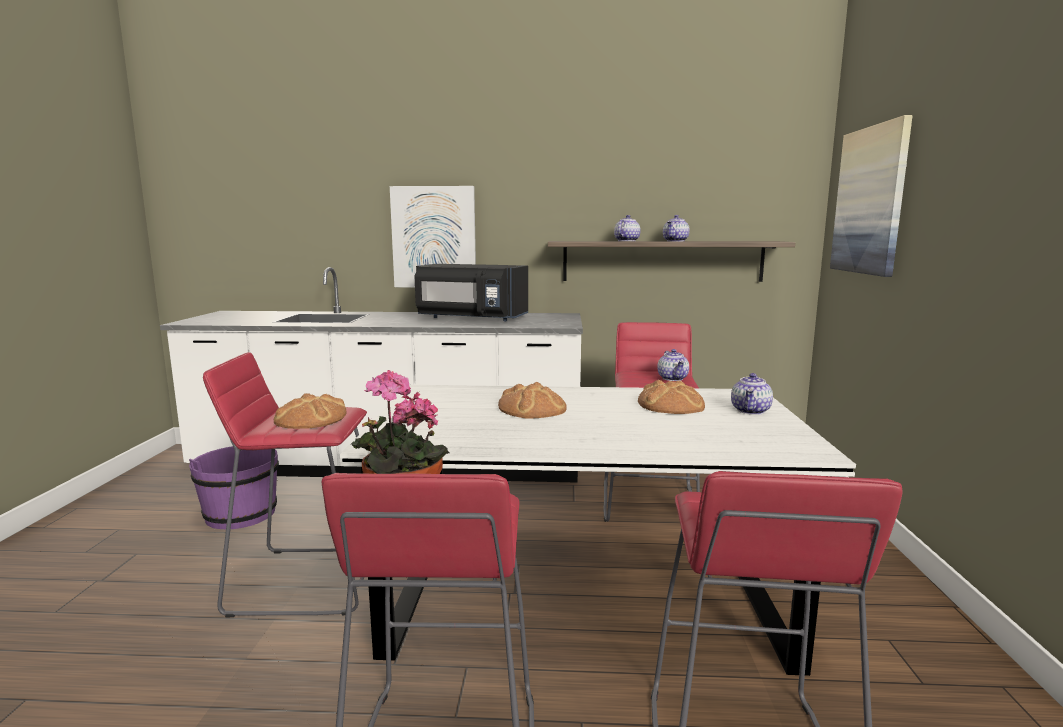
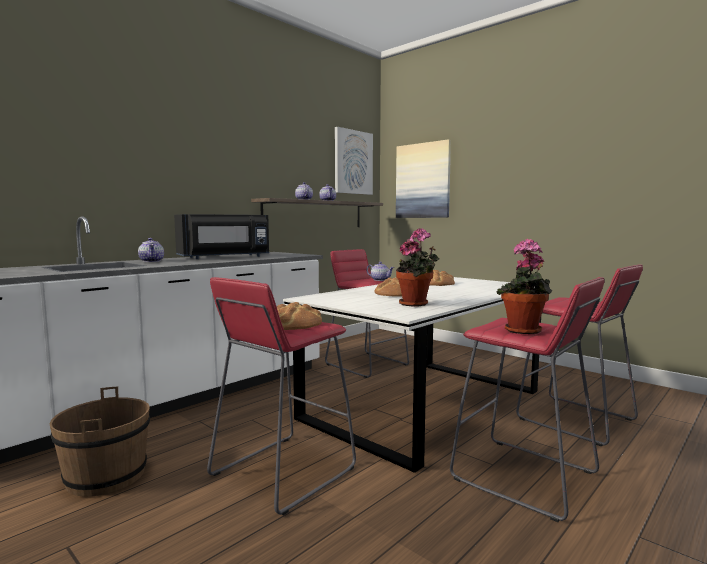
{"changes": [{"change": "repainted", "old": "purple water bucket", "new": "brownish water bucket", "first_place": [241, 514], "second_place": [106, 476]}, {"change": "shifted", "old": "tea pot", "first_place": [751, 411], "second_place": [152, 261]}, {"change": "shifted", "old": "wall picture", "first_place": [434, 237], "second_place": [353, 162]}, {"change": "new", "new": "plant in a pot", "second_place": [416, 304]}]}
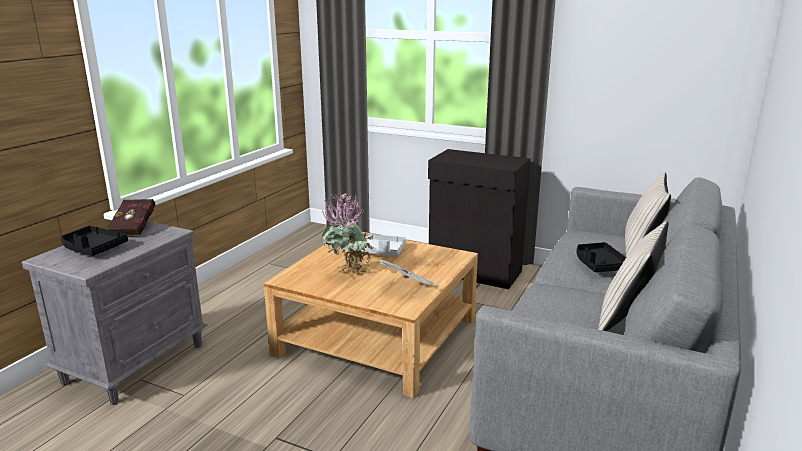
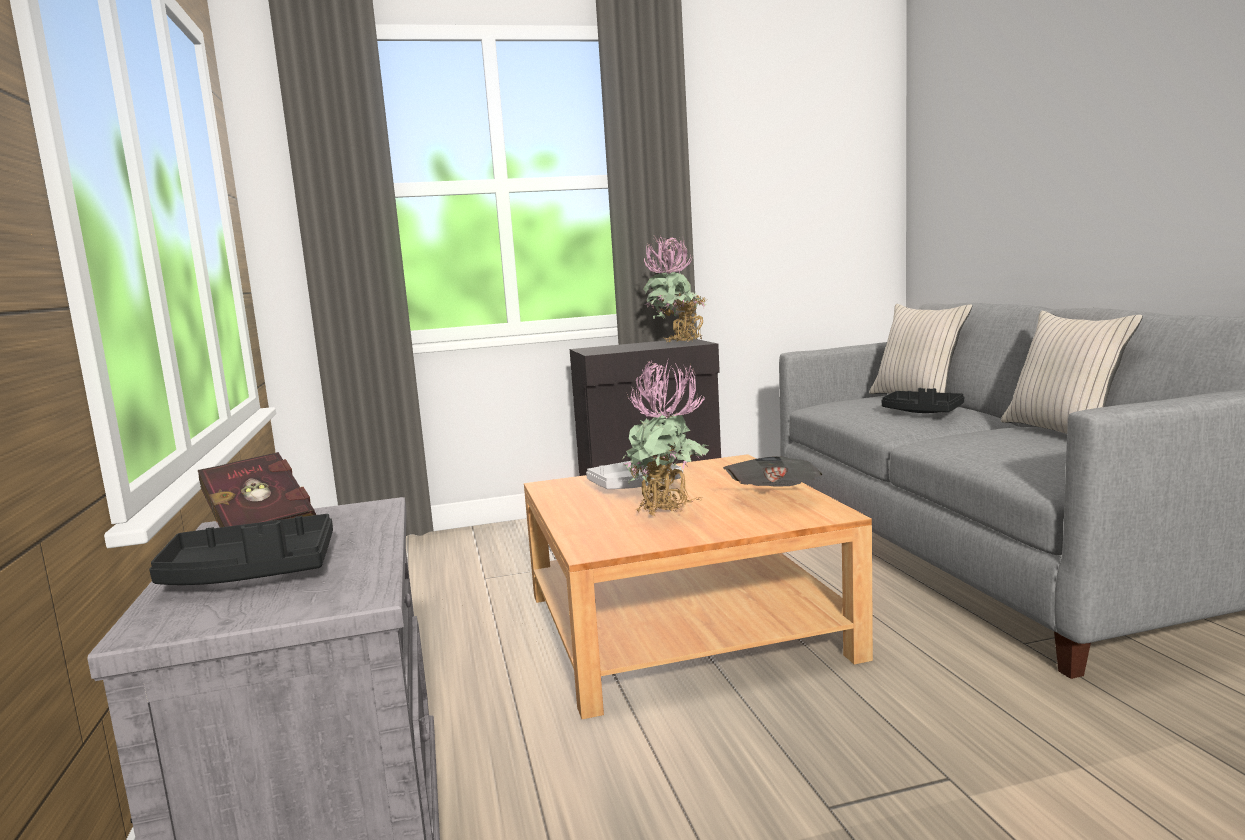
{"changes": [{"change": "new", "new": "plant in a pot", "second_place": [678, 343]}]}
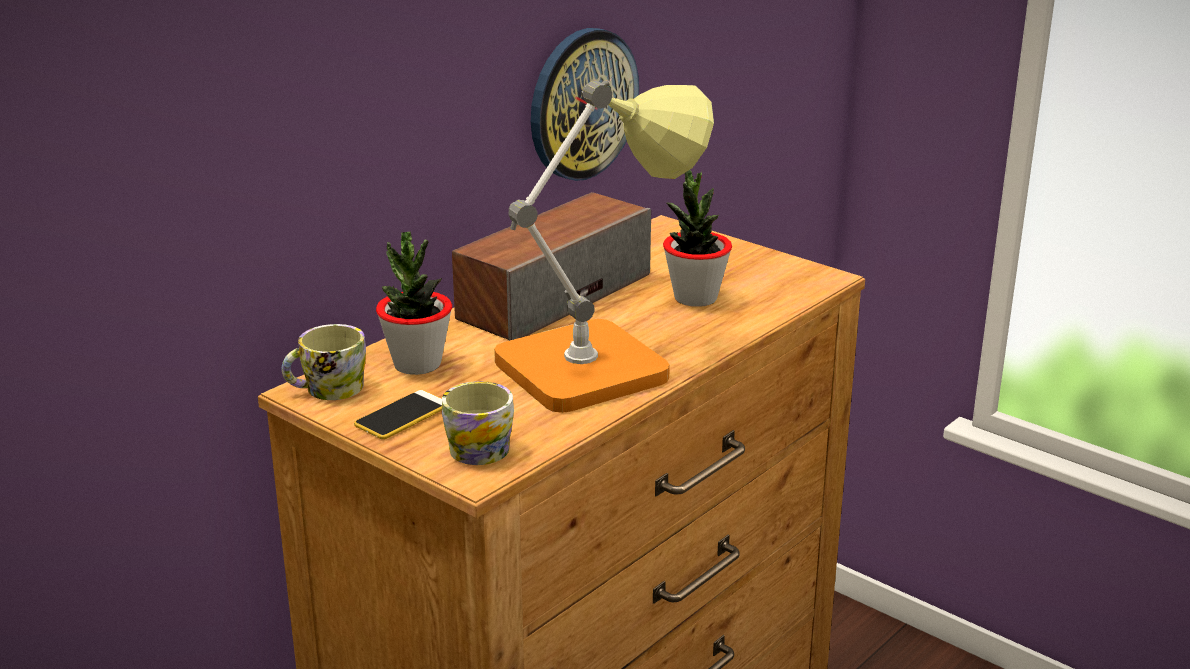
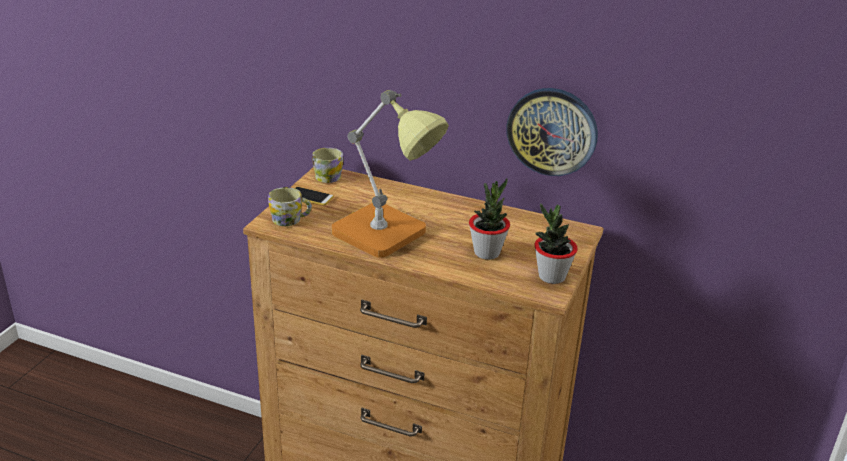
{"changes": [{"change": "shifted", "old": "plant in a pot", "first_place": [417, 364], "second_place": [551, 276]}, {"change": "gone", "old": "loudspeaker", "first_place": [554, 296]}]}
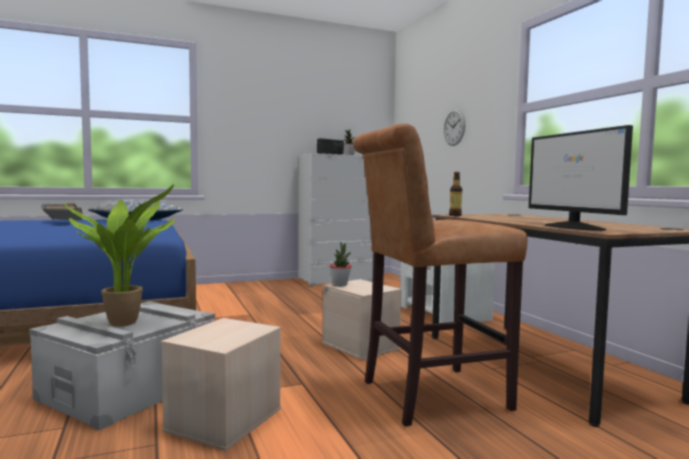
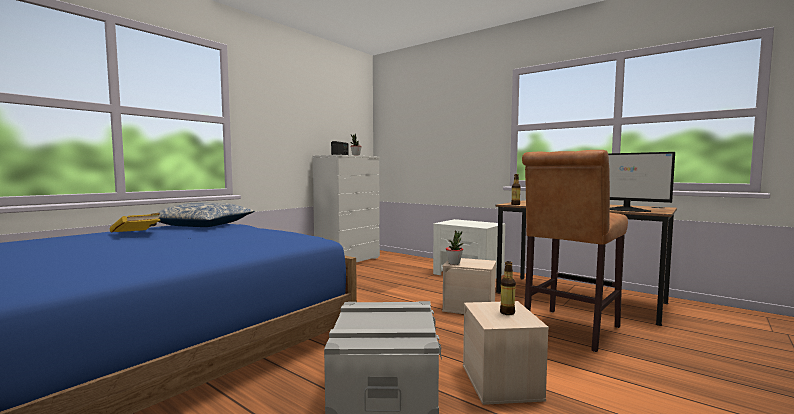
{"changes": [{"change": "repainted", "old": "gray bound book", "new": "yellowish bound book", "first_place": [65, 221], "second_place": [136, 233]}, {"change": "new", "new": "bottle", "second_place": [507, 313]}, {"change": "gone", "old": "plant in a pot", "first_place": [126, 322]}, {"change": "gone", "old": "wall clock", "first_place": [454, 127]}]}
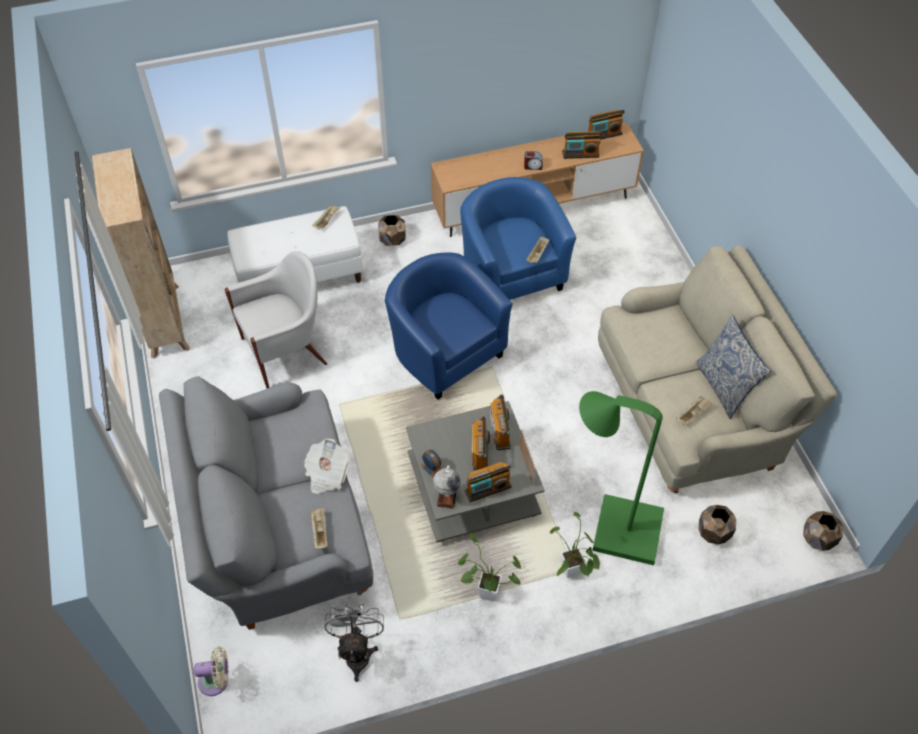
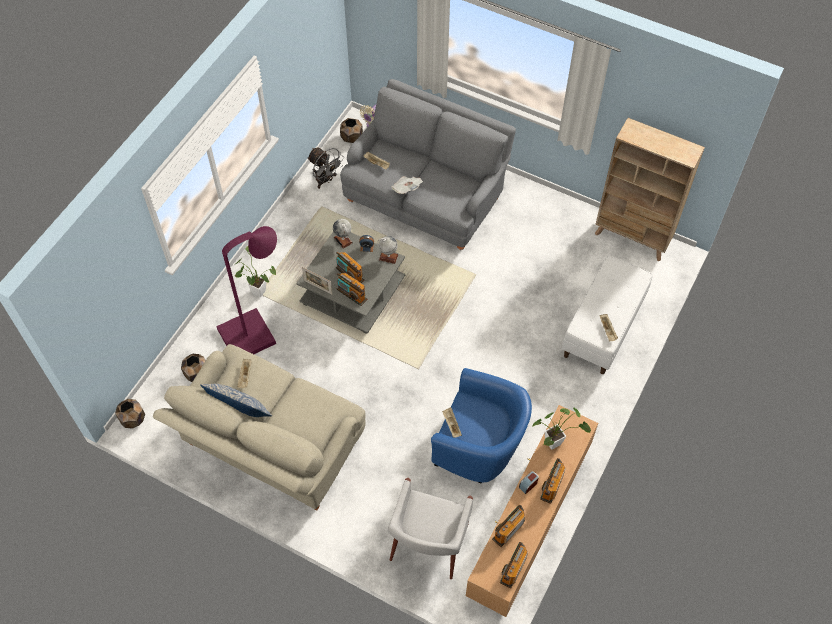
{"changes": [{"change": "repainted", "old": "greenish standing lamp", "new": "purple standing lamp", "first_place": [615, 528], "second_place": [254, 332]}, {"change": "shifted", "old": "brownish planter", "first_place": [393, 240], "second_place": [351, 138]}, {"change": "new", "new": "world globe", "second_place": [388, 257]}, {"change": "shifted", "old": "white-coloured armchair", "first_place": [286, 351], "second_place": [428, 544]}, {"change": "shifted", "old": "plant in a pot", "first_place": [484, 592], "second_place": [556, 441]}, {"change": "shifted", "old": "radio", "first_place": [488, 489], "second_place": [551, 486]}, {"change": "gone", "old": "blue-coloured armchair", "first_place": [445, 352]}]}
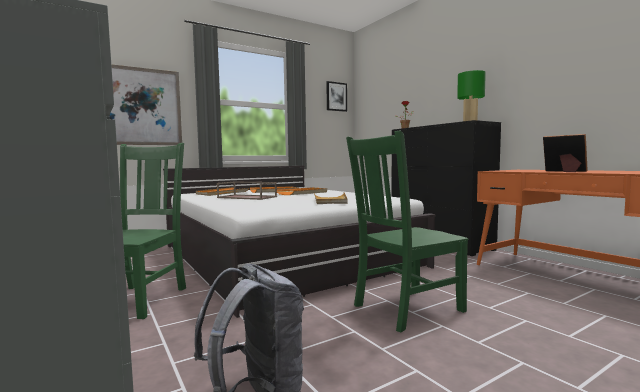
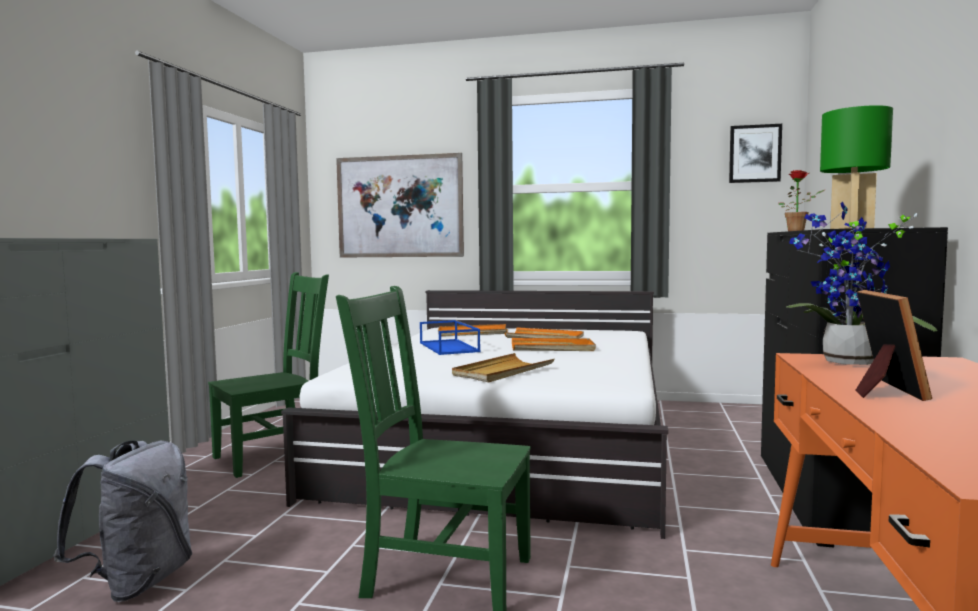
{"changes": [{"change": "repainted", "old": "brownish serving tray", "new": "blue-coloured serving tray", "first_place": [248, 197], "second_place": [450, 347]}, {"change": "new", "new": "plant in a pot", "second_place": [845, 363]}]}
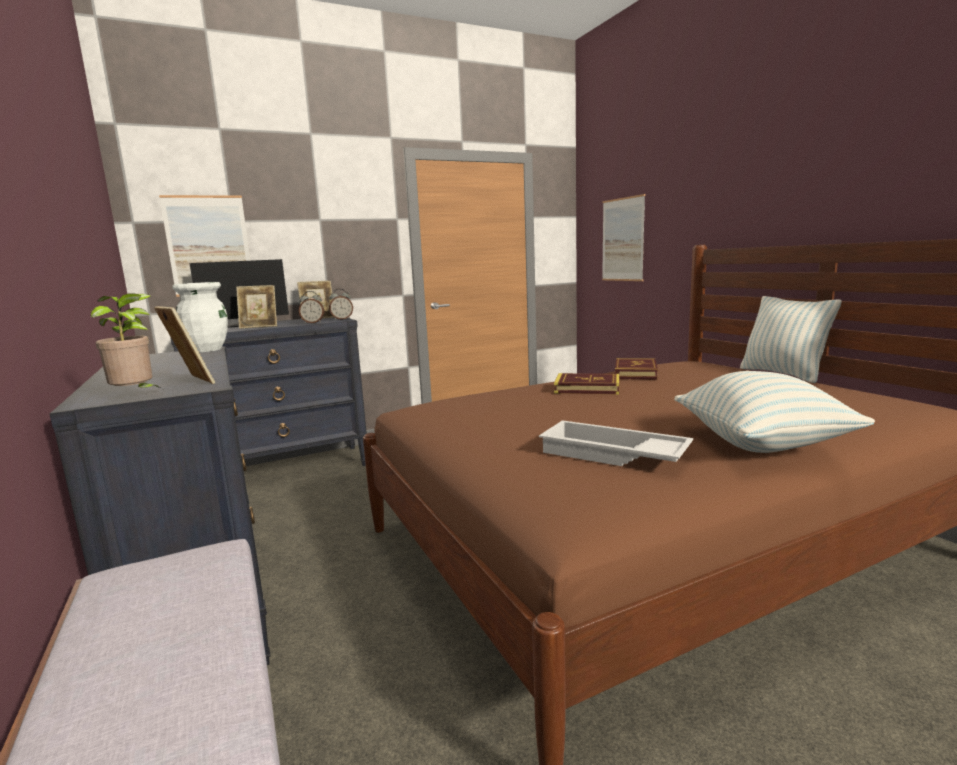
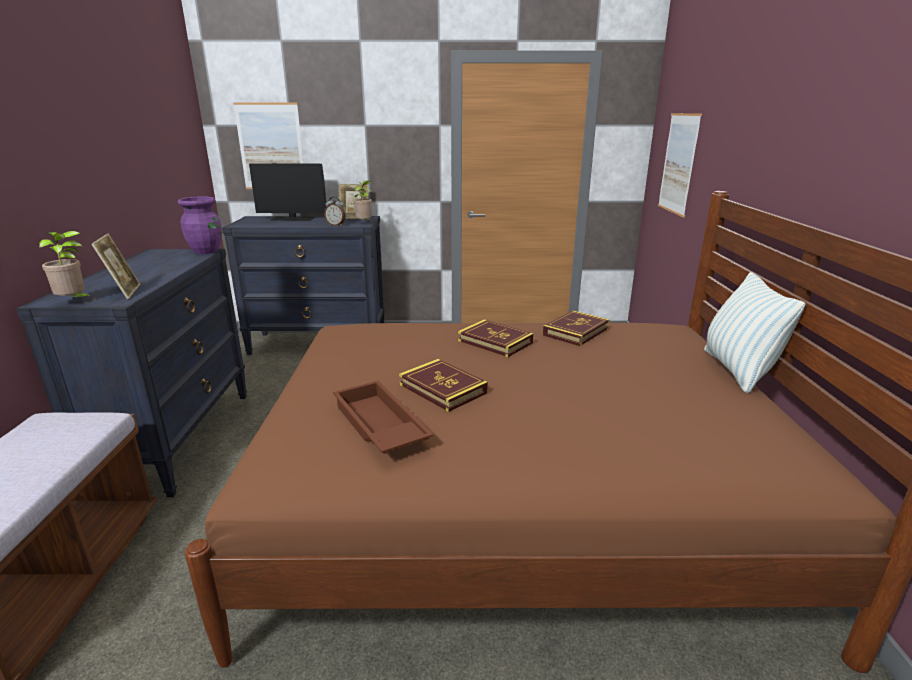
{"changes": [{"change": "repainted", "old": "white-coloured vase", "new": "purple vase", "first_place": [207, 349], "second_place": [206, 251]}, {"change": "repainted", "old": "white-coloured serving tray", "new": "brownish serving tray", "first_place": [611, 455], "second_place": [378, 426]}, {"change": "swapped", "old": "alarm clock", "new": "plant in a pot", "first_place": [342, 319], "second_place": [364, 223]}, {"change": "new", "new": "bound book", "second_place": [442, 389]}, {"change": "gone", "old": "picture frame", "first_place": [259, 326]}, {"change": "gone", "old": "cushion", "first_place": [761, 444]}]}
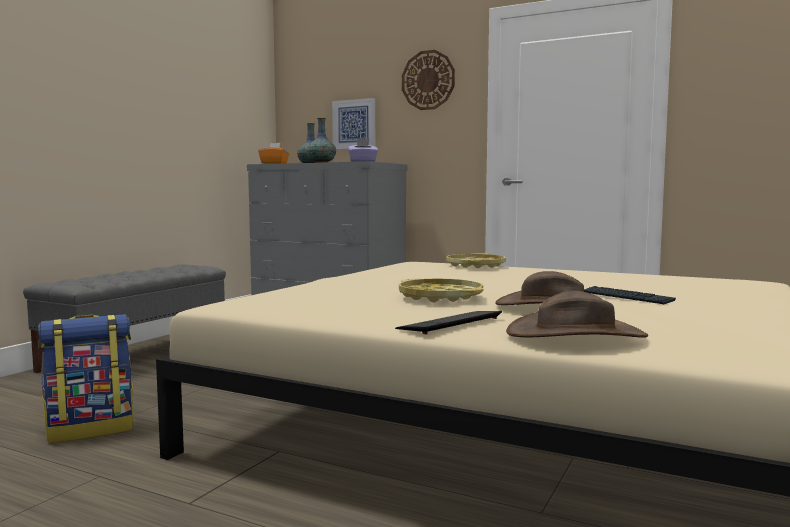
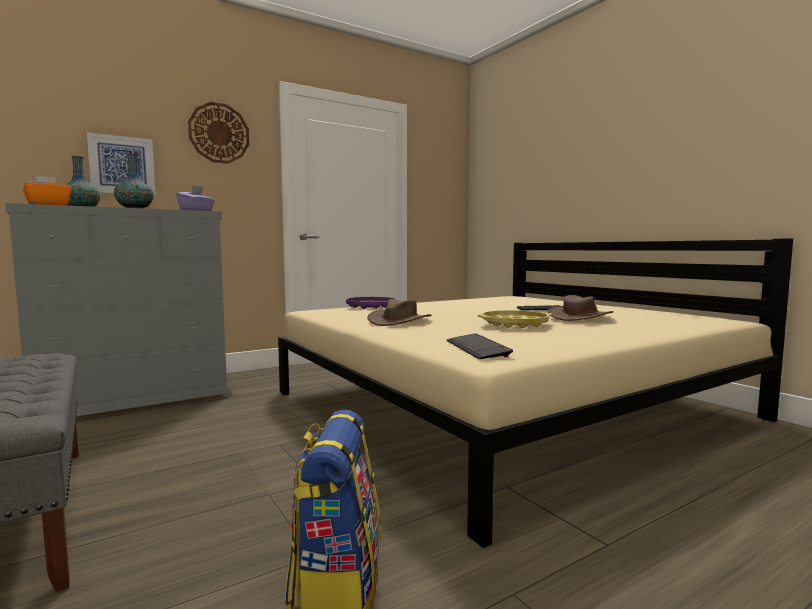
{"changes": [{"change": "repainted", "old": "yellowish serving tray", "new": "purple serving tray", "first_place": [475, 265], "second_place": [371, 306]}, {"change": "shifted", "old": "brownish hat", "first_place": [575, 334], "second_place": [399, 321]}, {"change": "shifted", "old": "keyboard", "first_place": [450, 323], "second_place": [477, 348]}]}
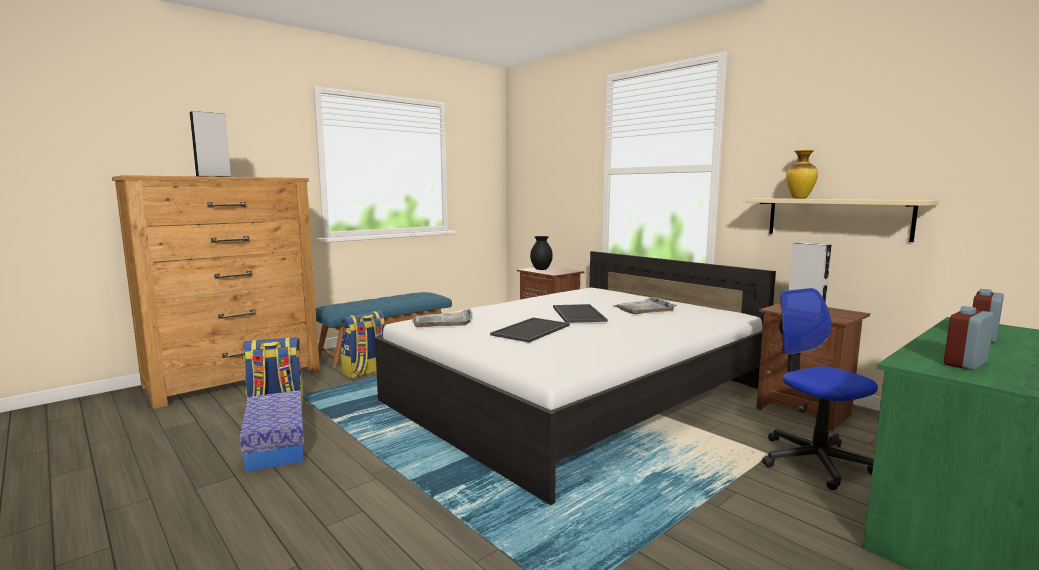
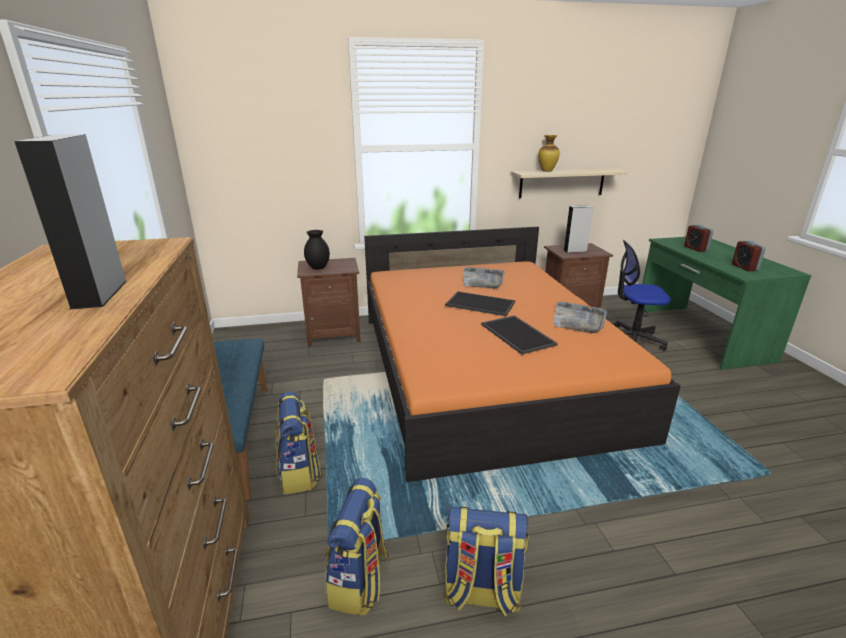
{"changes": [{"change": "repainted", "old": "white-coloured bed", "new": "orange-coloured bed", "first_place": [577, 395], "second_place": [485, 371]}, {"change": "swapped", "old": "storage box", "new": "knapsack", "first_place": [276, 445], "second_place": [481, 593]}, {"change": "shifted", "old": "gray serving tray", "first_place": [443, 321], "second_place": [578, 320]}]}
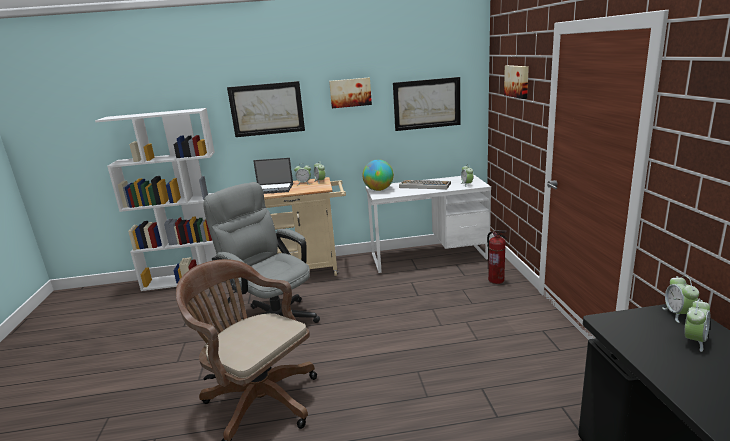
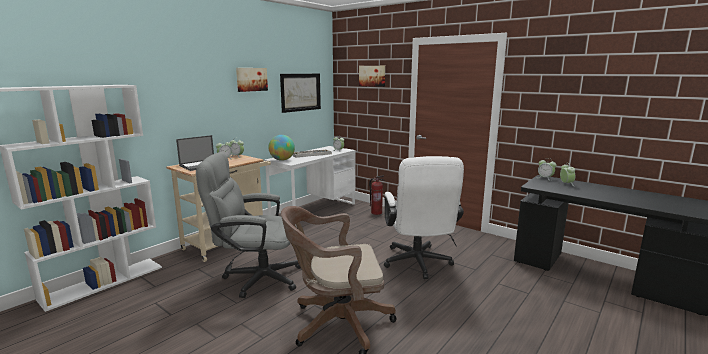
{"changes": [{"change": "new", "new": "white-coloured office chair", "second_place": [418, 264]}, {"change": "gone", "old": "wall picture", "first_place": [267, 109]}]}
